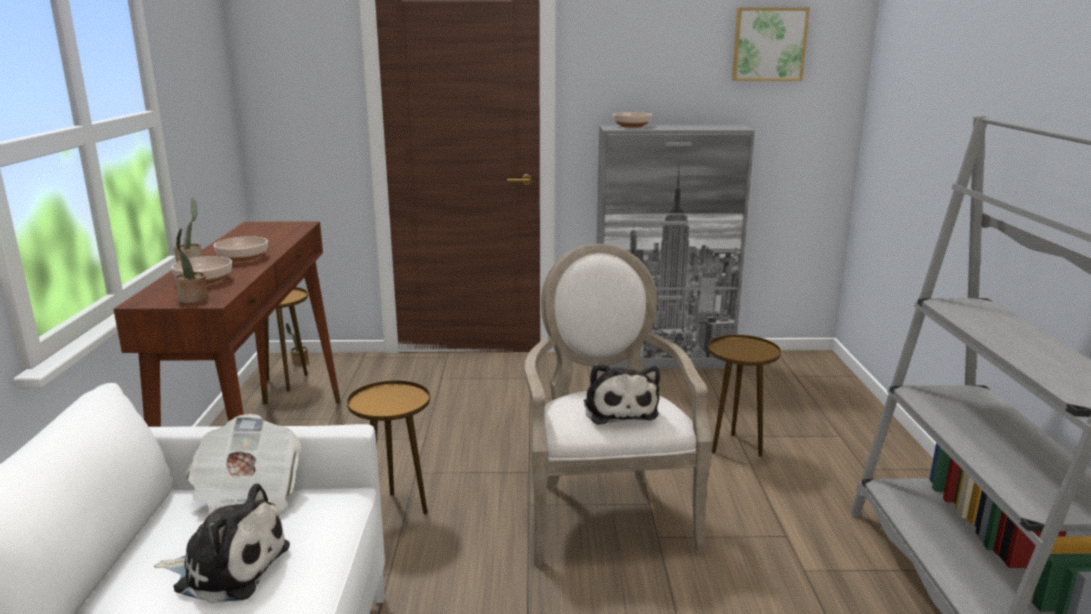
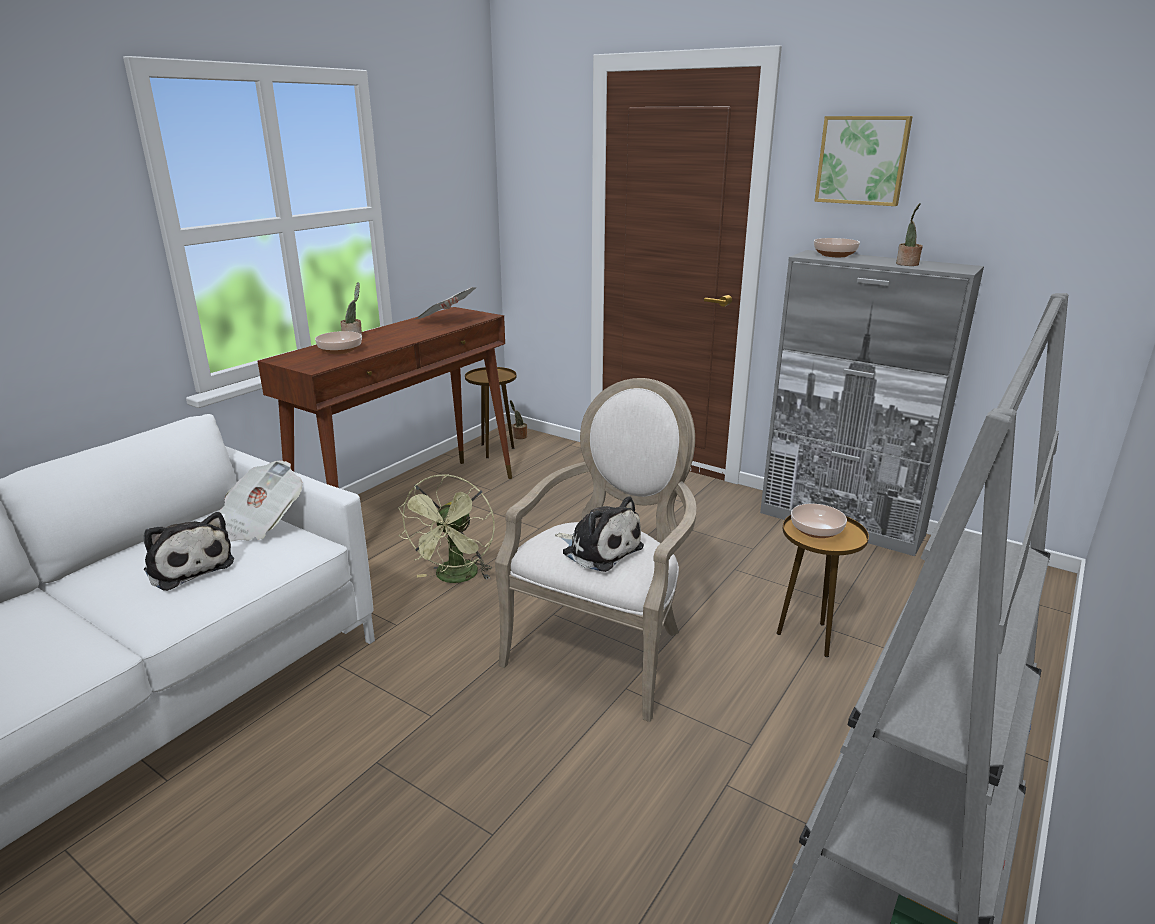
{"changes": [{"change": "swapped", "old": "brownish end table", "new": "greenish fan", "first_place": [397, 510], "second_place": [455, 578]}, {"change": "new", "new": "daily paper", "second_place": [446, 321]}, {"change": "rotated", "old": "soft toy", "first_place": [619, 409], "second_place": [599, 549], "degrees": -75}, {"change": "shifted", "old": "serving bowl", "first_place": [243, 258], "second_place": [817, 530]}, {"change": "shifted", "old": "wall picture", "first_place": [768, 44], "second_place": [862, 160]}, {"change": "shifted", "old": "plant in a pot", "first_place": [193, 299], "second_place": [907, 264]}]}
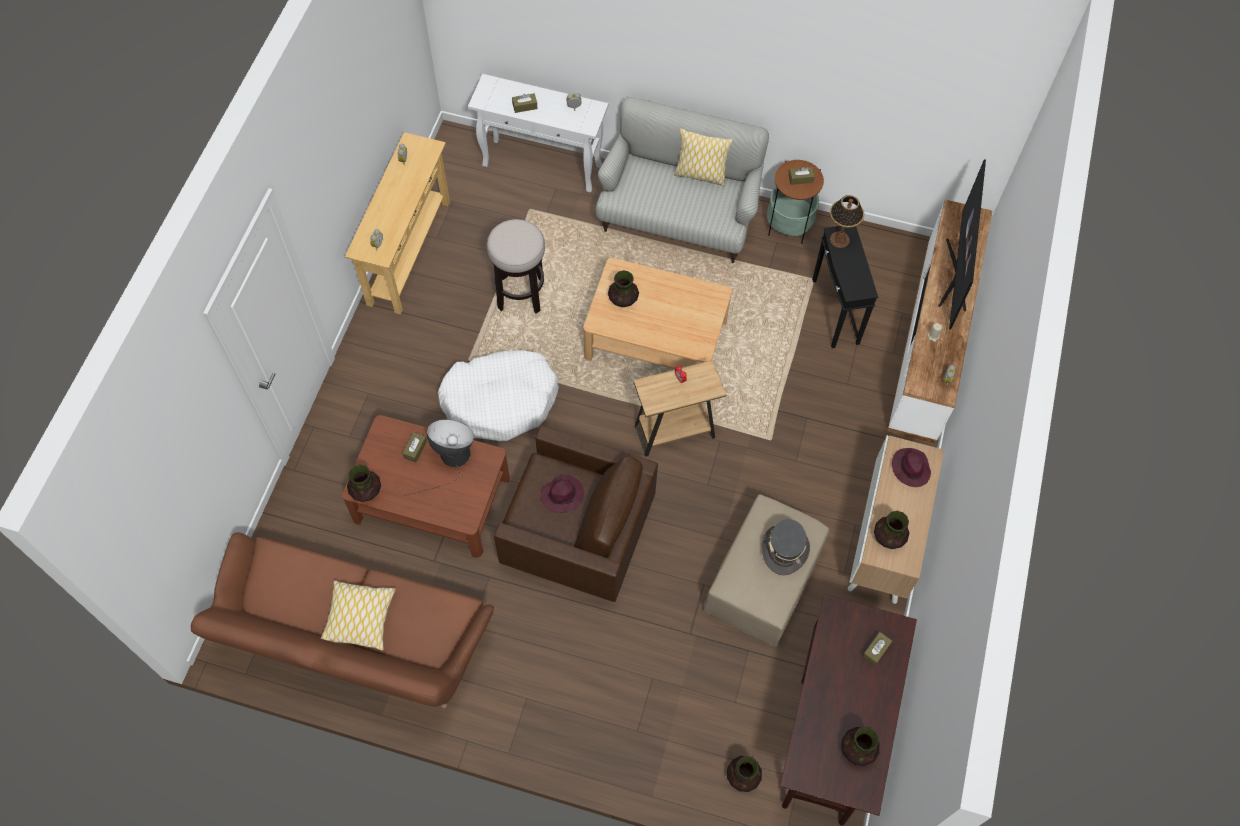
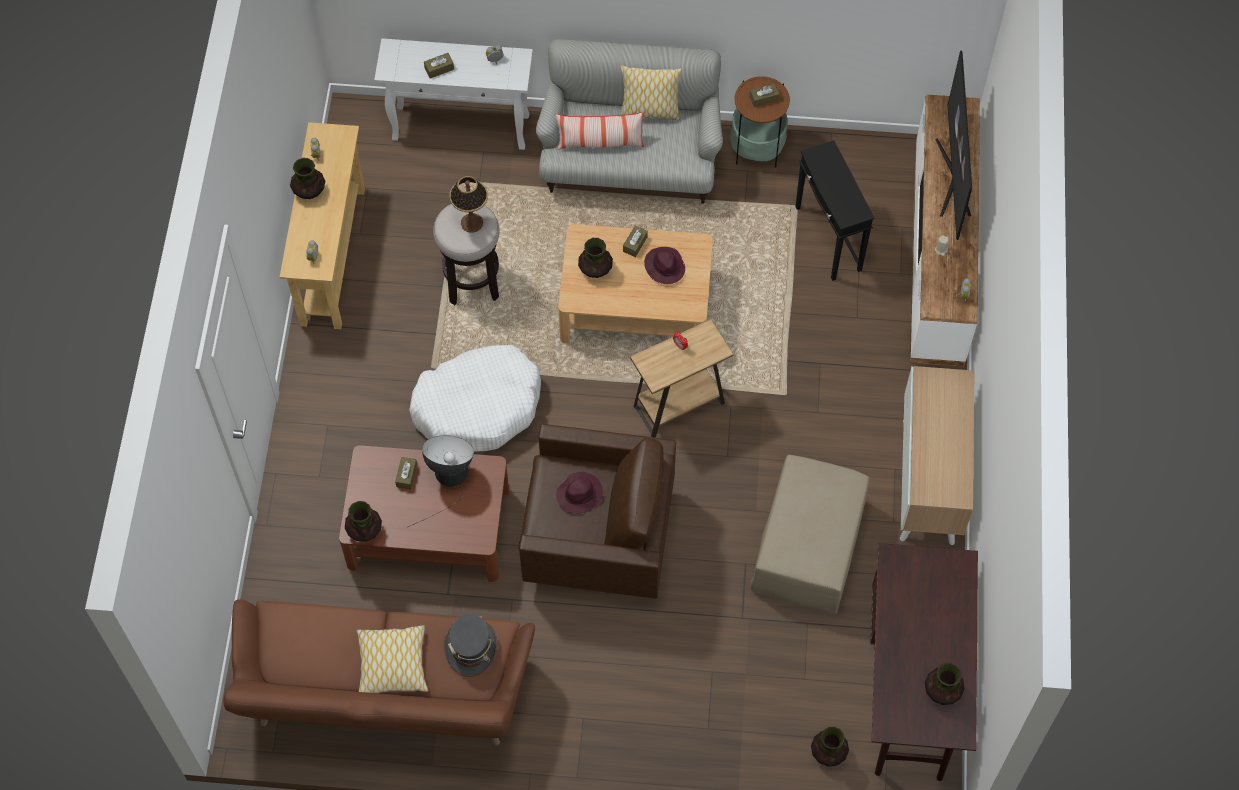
{"changes": [{"change": "shifted", "old": "vase", "first_place": [888, 537], "second_place": [309, 191]}, {"change": "shifted", "old": "gray hat", "first_place": [784, 550], "second_place": [471, 648]}, {"change": "shifted", "old": "lamp for a table", "first_place": [839, 239], "second_place": [471, 222]}, {"change": "new", "new": "cushion", "second_place": [600, 142]}, {"change": "shifted", "old": "brownish box of tissues", "first_place": [875, 650], "second_place": [635, 244]}, {"change": "shifted", "old": "purple hat", "first_place": [910, 468], "second_place": [664, 266]}]}
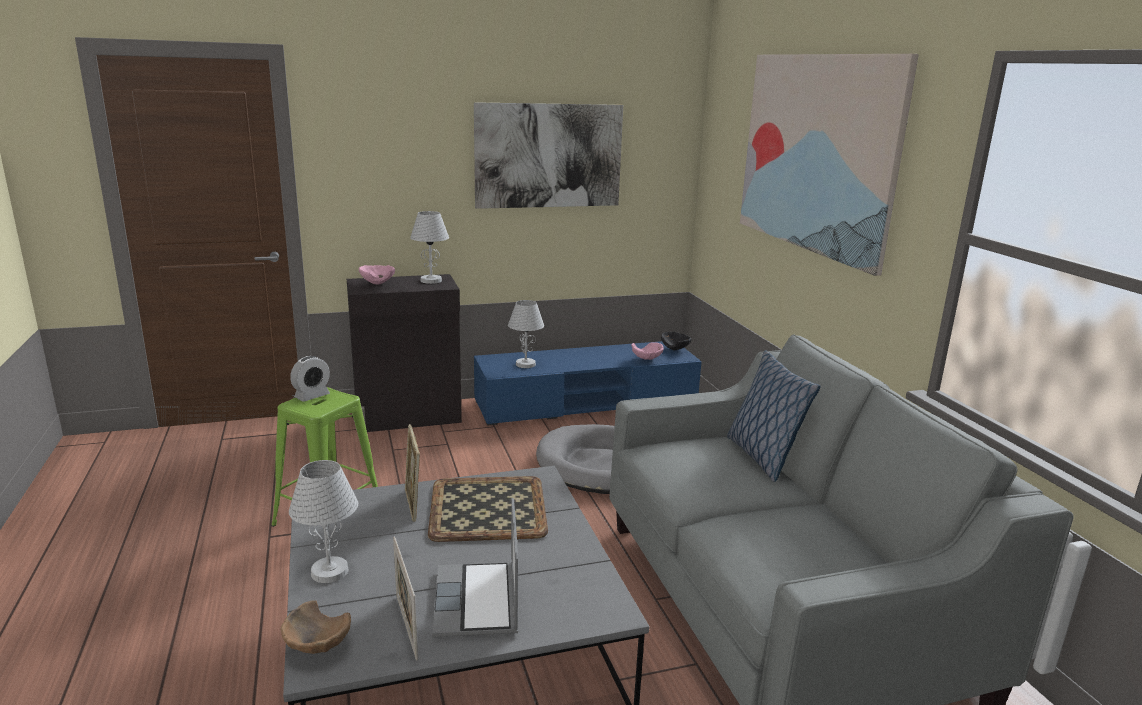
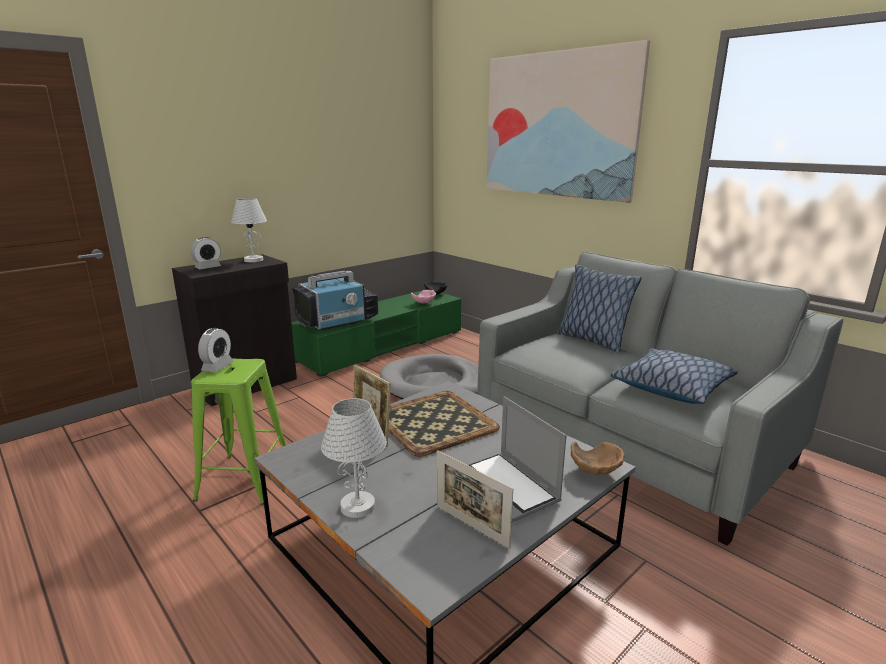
{"changes": [{"change": "swapped", "old": "pink-coloured serving bowl", "new": "alarm clock", "first_place": [378, 283], "second_place": [208, 267]}, {"change": "repainted", "old": "blue-coloured media console", "new": "greenish media console", "first_place": [586, 402], "second_place": [382, 345]}, {"change": "swapped", "old": "white-coloured lamp for a table", "new": "TV", "first_place": [526, 364], "second_place": [338, 321]}, {"change": "shifted", "old": "brownish serving bowl", "first_place": [317, 648], "second_place": [594, 473]}, {"change": "new", "new": "cushion", "second_place": [671, 387]}, {"change": "gone", "old": "wall picture", "first_place": [549, 156]}]}
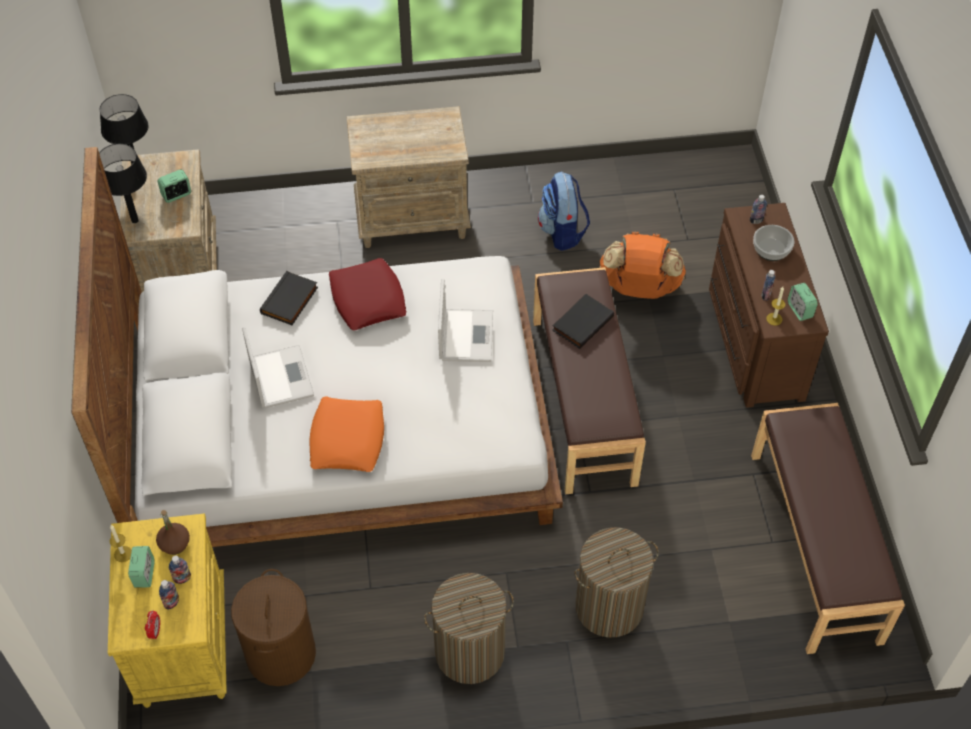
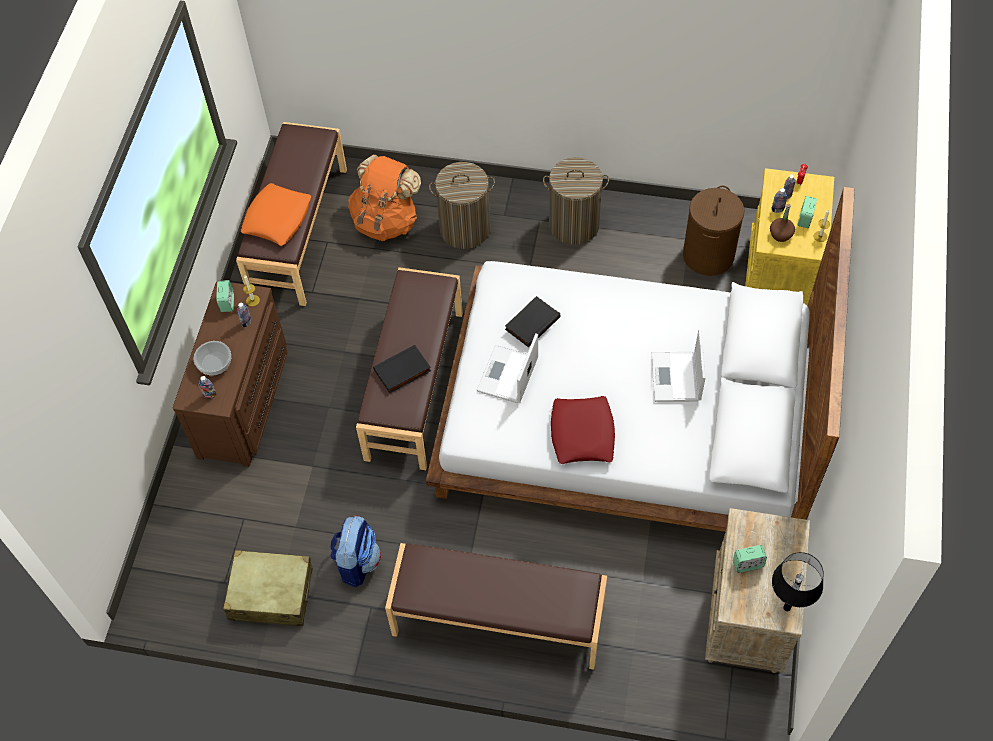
{"changes": [{"change": "new", "new": "beige-coloured suitcase", "second_place": [271, 594]}, {"change": "shifted", "old": "orange-coloured cushion", "first_place": [347, 439], "second_place": [277, 219]}, {"change": "shifted", "old": "orange-coloured knapsack", "first_place": [639, 288], "second_place": [386, 220]}, {"change": "swapped", "old": "beige-coloured night table", "new": "brownish indoor bench", "first_place": [413, 218], "second_place": [498, 621]}, {"change": "shifted", "old": "black-coloured bound book", "first_place": [290, 301], "second_place": [532, 322]}, {"change": "gone", "old": "black-coloured lamp for a table", "first_place": [134, 221]}]}
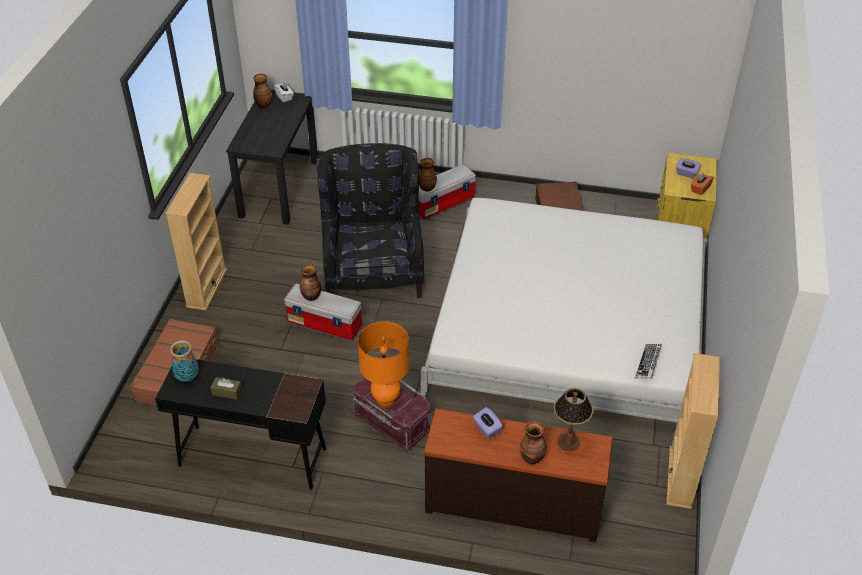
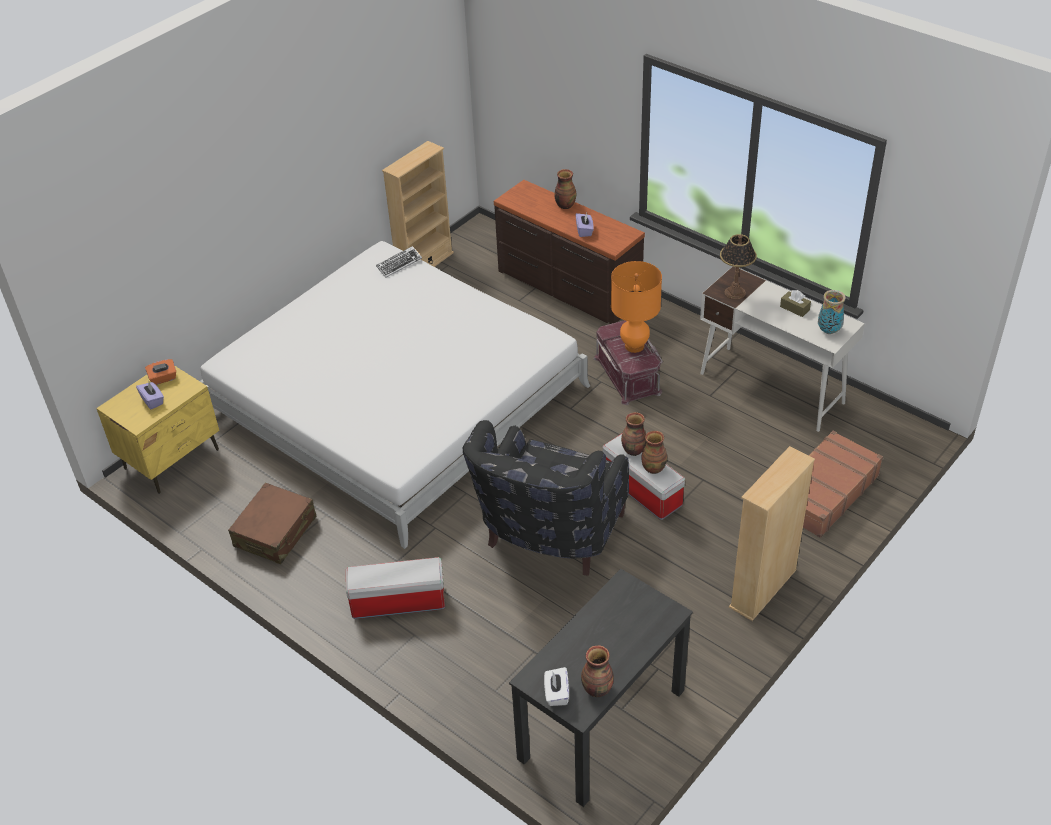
{"changes": [{"change": "shifted", "old": "vase", "first_place": [427, 188], "second_place": [633, 450]}, {"change": "repainted", "old": "black-coloured desk table", "new": "white-coloured desk table", "first_place": [251, 457], "second_place": [772, 388]}, {"change": "shifted", "old": "lamp for a table", "first_place": [568, 441], "second_place": [734, 293]}]}
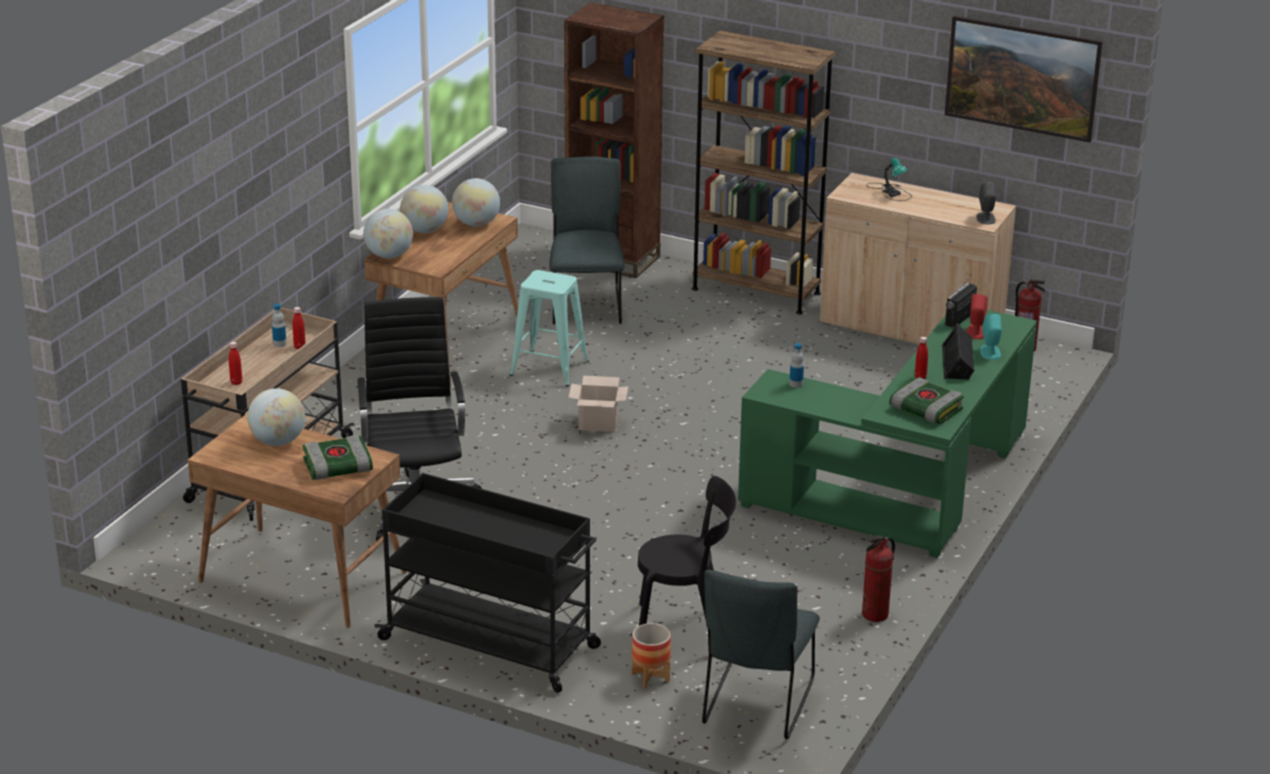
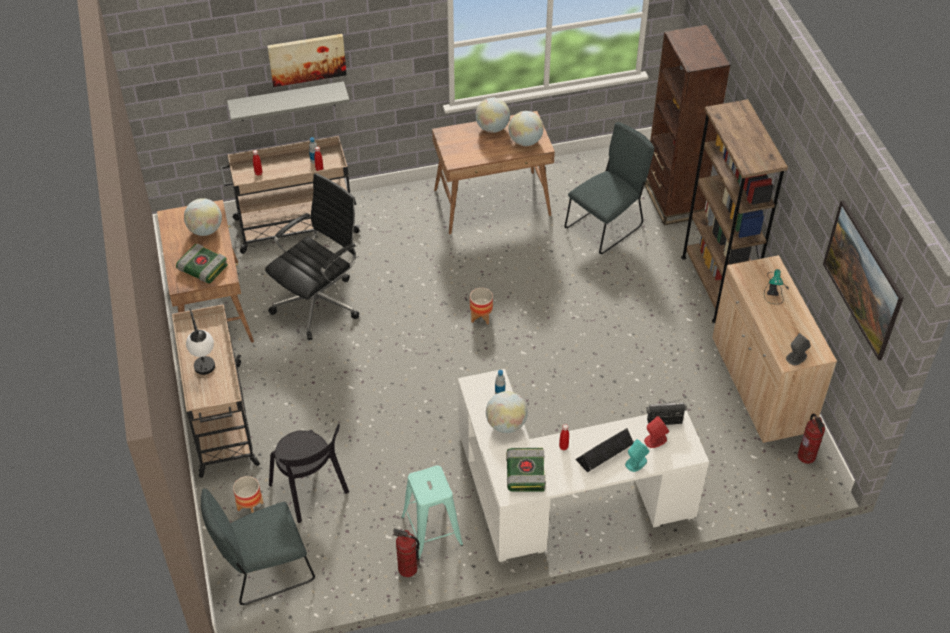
{"changes": [{"change": "repainted", "old": "black-coloured trolley", "new": "beige-coloured trolley", "first_place": [491, 644], "second_place": [220, 420]}, {"change": "new", "new": "lamp for a table", "second_place": [206, 373]}, {"change": "new", "new": "gray wall shelf", "second_place": [287, 101]}, {"change": "new", "new": "wall picture", "second_place": [307, 59]}, {"change": "shifted", "old": "blue-green sitting stool", "first_place": [549, 368], "second_place": [432, 530]}, {"change": "repainted", "old": "greenish desk table", "new": "white-coloured desk table", "first_place": [906, 489], "second_place": [561, 500]}, {"change": "swapped", "old": "cardboard box", "new": "planter", "first_place": [597, 423], "second_place": [481, 317]}, {"change": "shifted", "old": "world globe", "first_place": [389, 255], "second_place": [506, 424]}]}
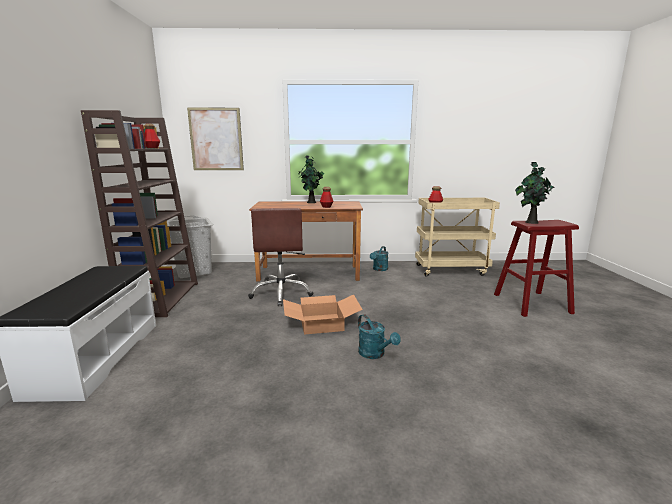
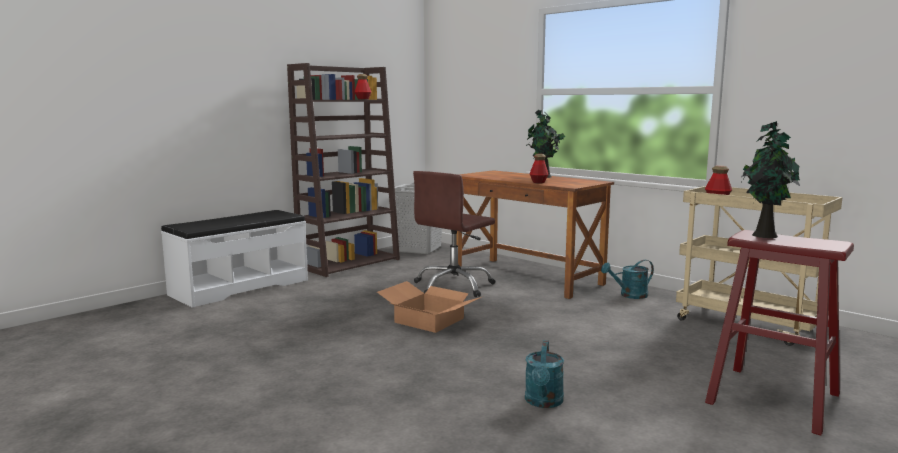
{"changes": [{"change": "shifted", "old": "blue-green watering pot", "first_place": [375, 354], "second_place": [543, 402]}, {"change": "gone", "old": "wall picture", "first_place": [216, 139]}]}
